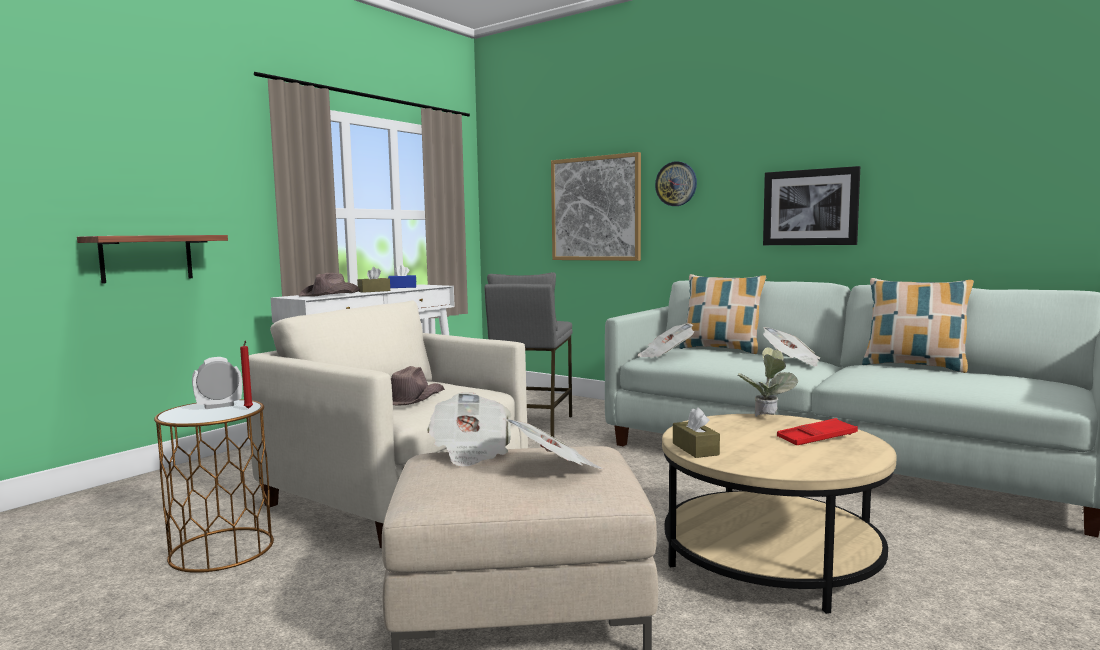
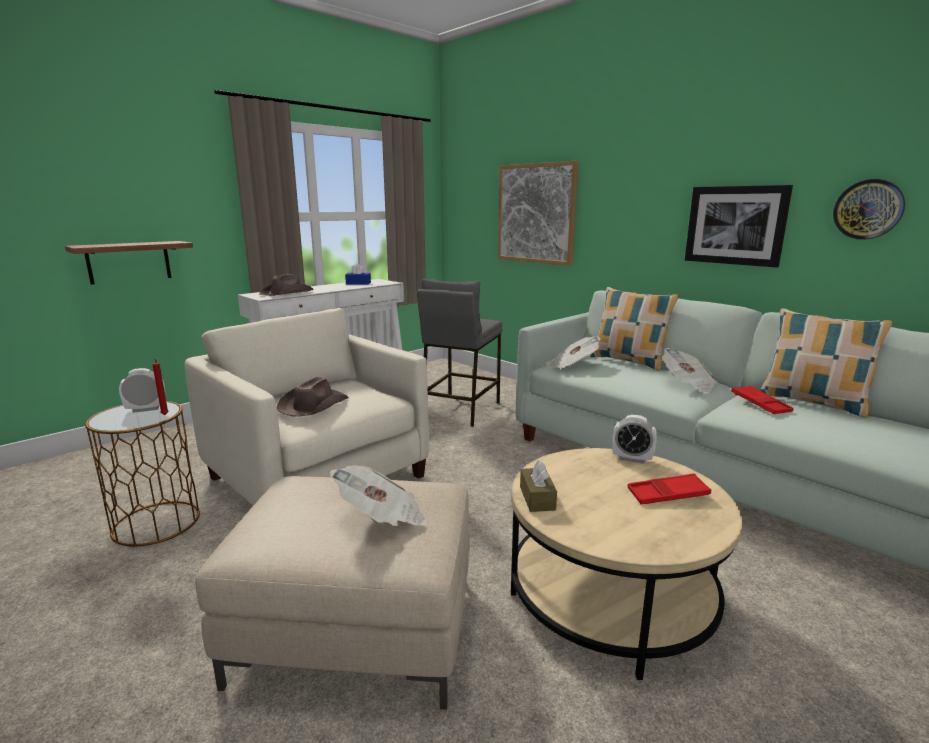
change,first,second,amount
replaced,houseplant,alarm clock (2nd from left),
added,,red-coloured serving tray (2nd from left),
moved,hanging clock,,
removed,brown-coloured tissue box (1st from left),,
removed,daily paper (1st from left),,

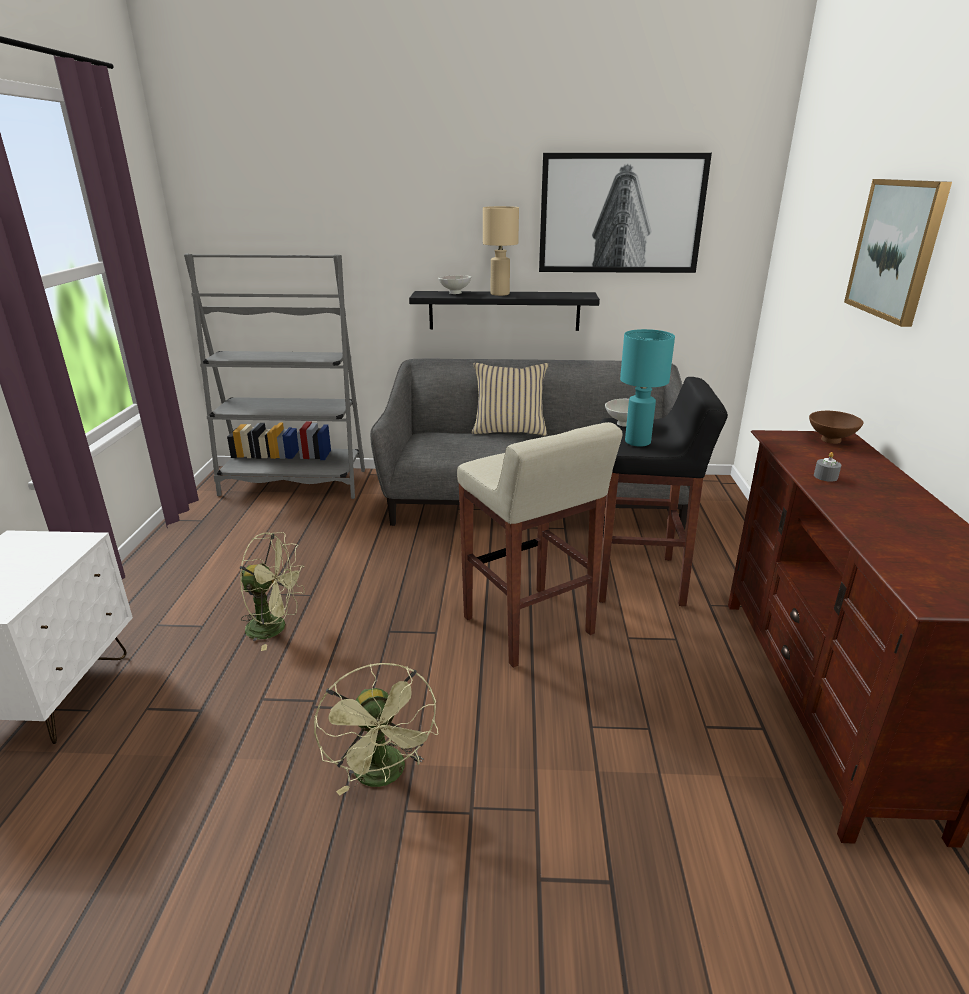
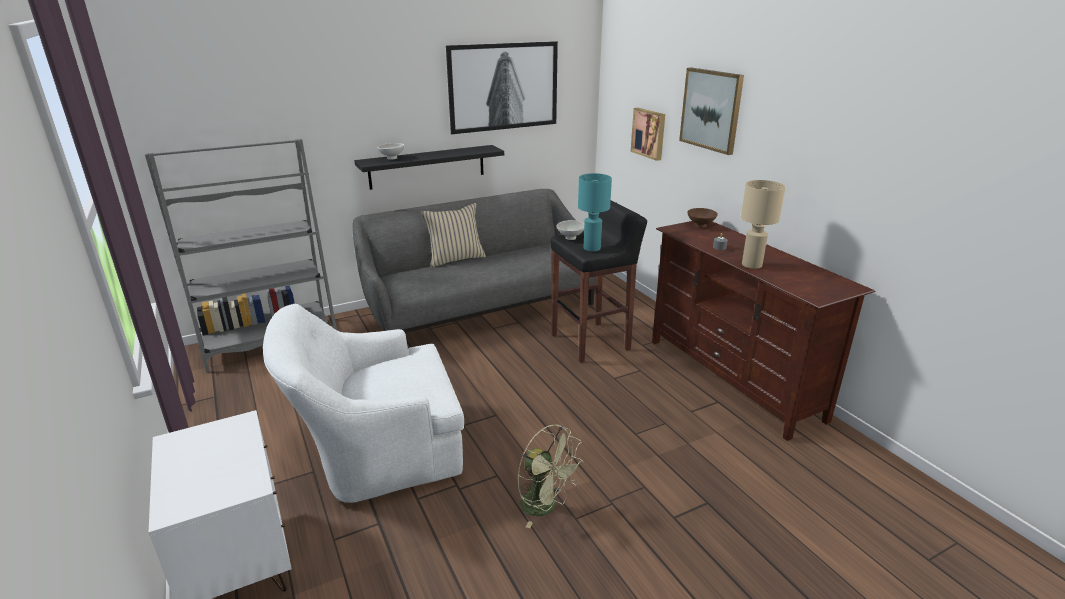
change,first,second,amount
replaced,green fan (1st from left),white-coloured armchair,
added,,wall picture (2nd from left),
moved,beige lamp for a table,,
removed,beige stool,,

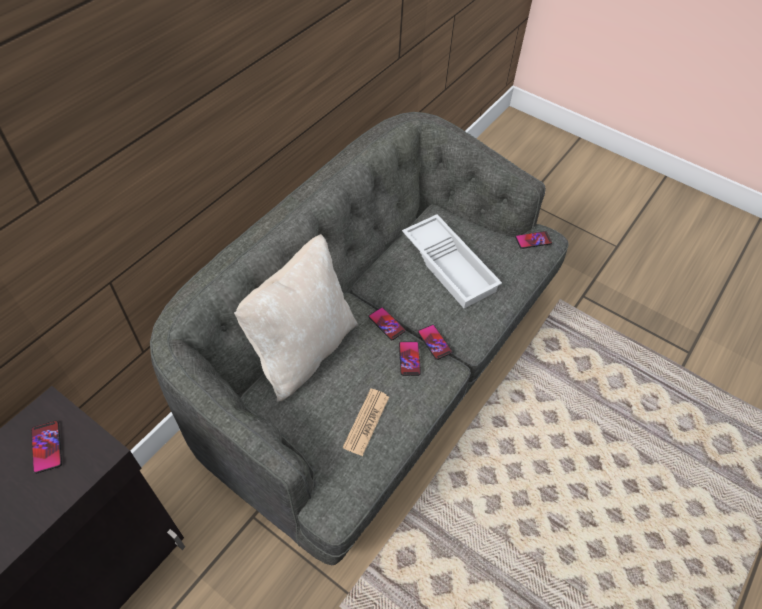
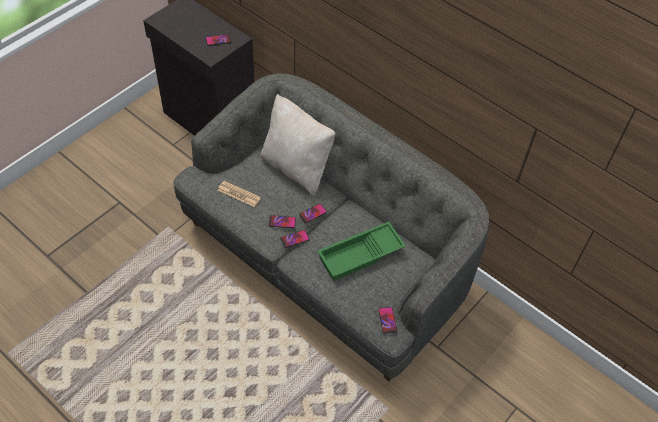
change,first,second,amount
recoloured,white-coloured serving tray,green serving tray,

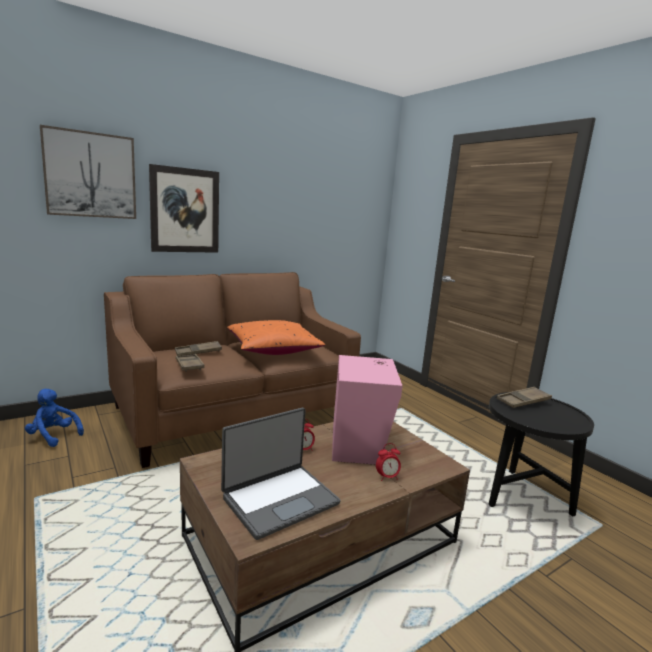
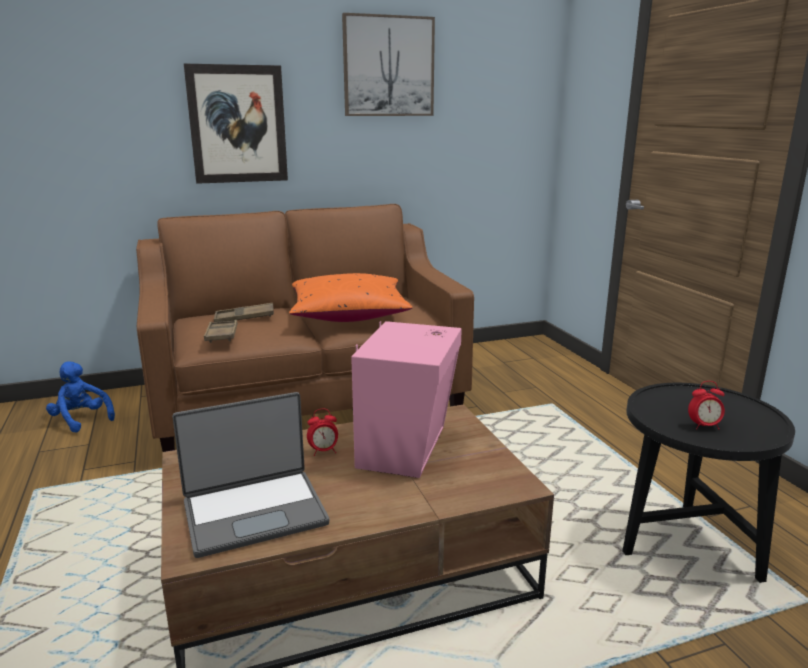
change,first,second,amount
moved,wall picture (1st from left in the first image),wall picture (2nd from left),
moved,alarm clock (2nd from left),,
removed,brown-coloured serving tray (3rd from left),,

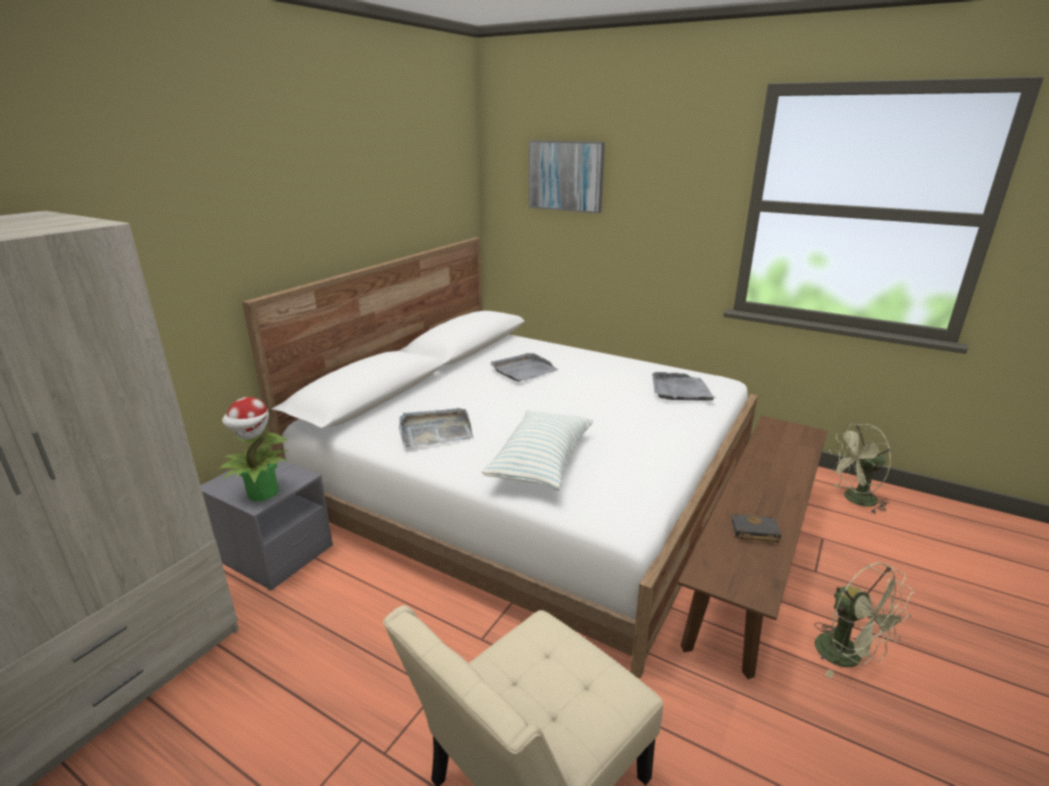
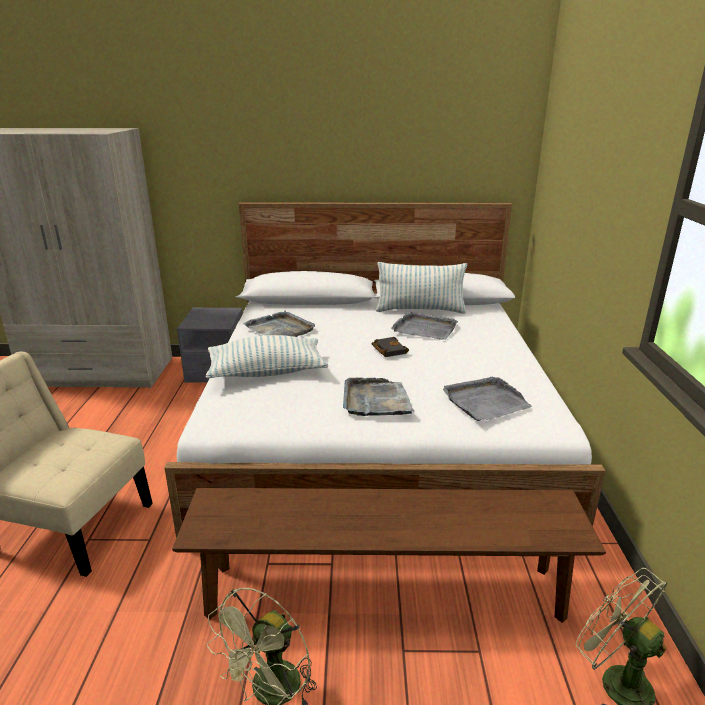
change,first,second,amount
added,,grey serving tray (2nd from left),
moved,black book,,
added,,throw pillow (2nd from left),
removed,houseplant,,
removed,wall picture,,

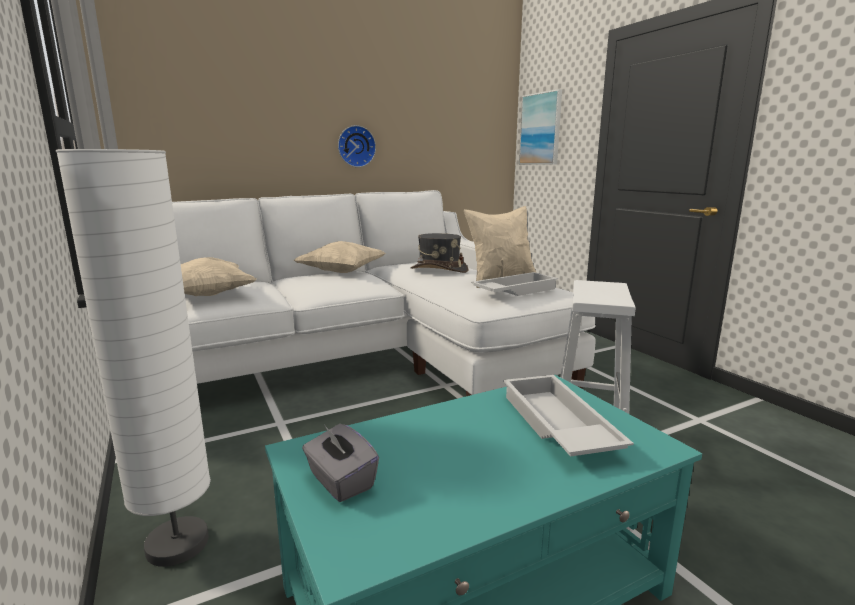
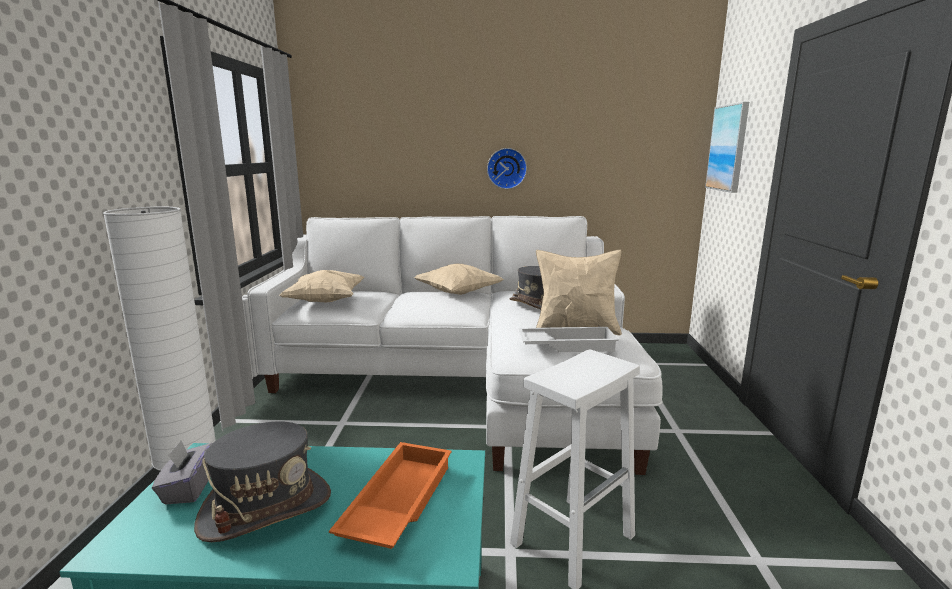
change,first,second,amount
added,,grey wearable hat (1st from left),
recoloured,white-coloured serving tray (2nd from left),orange serving tray,

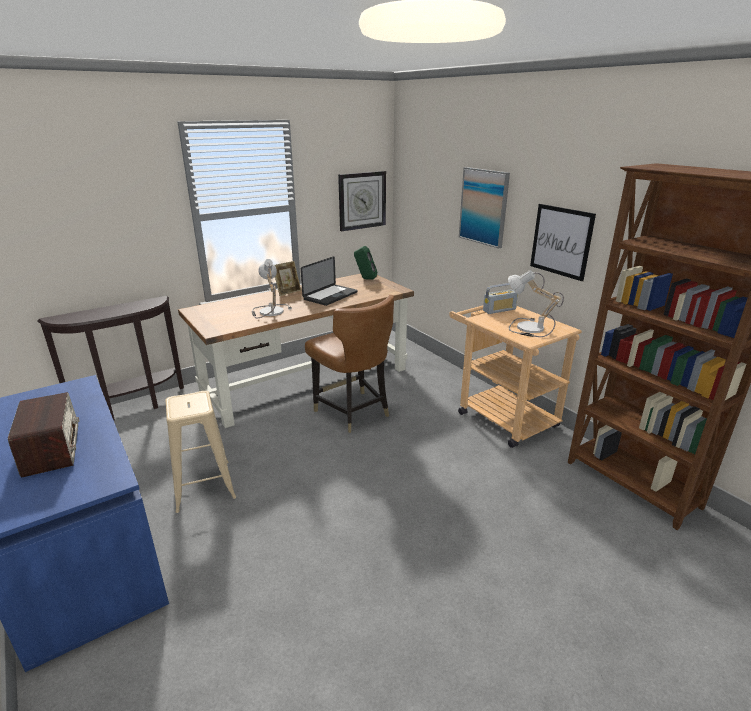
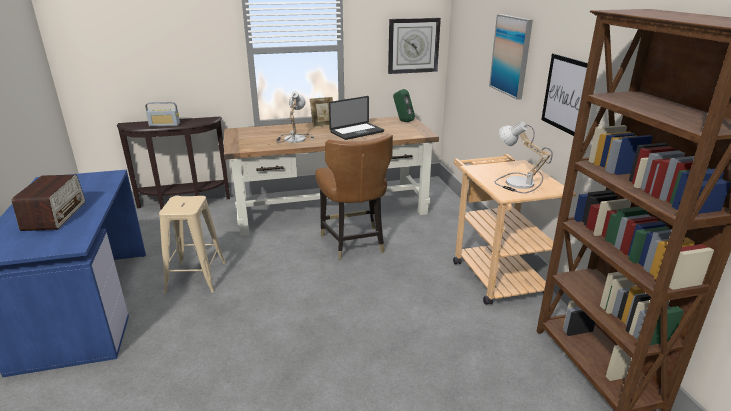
change,first,second,amount
moved,radio receiver (2nd from left),,

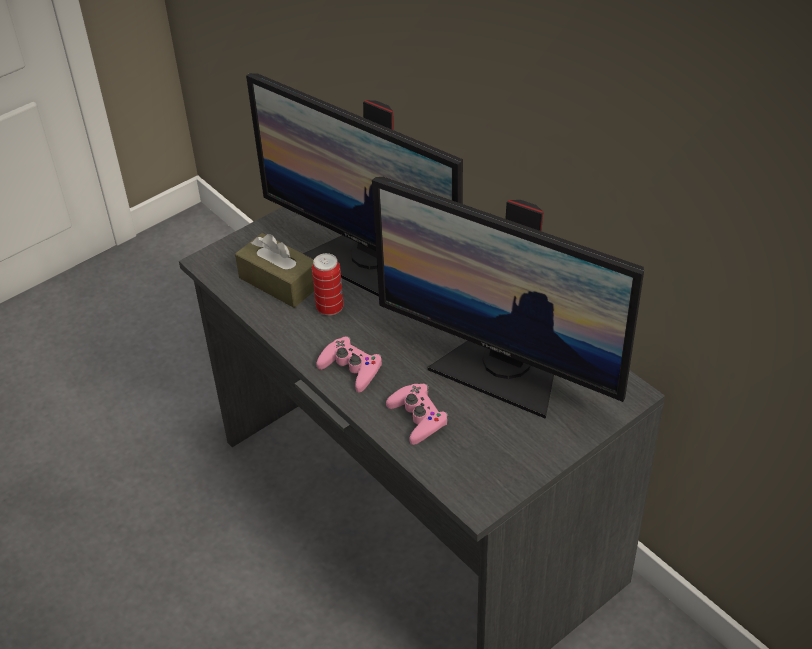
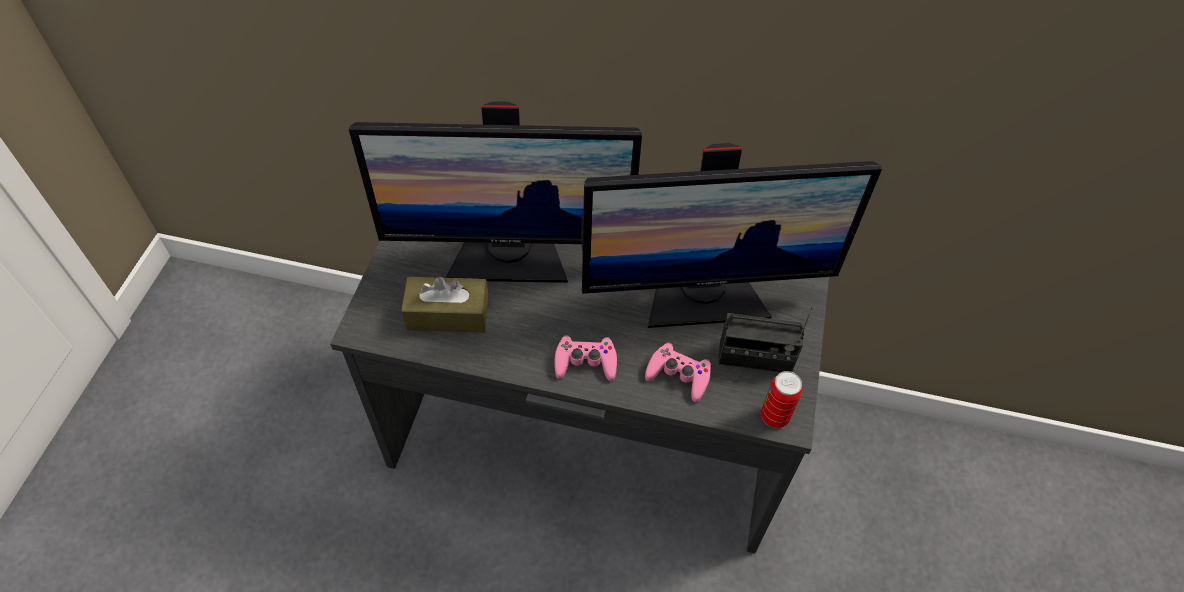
change,first,second,amount
added,,radio receiver,
moved,metal can,,

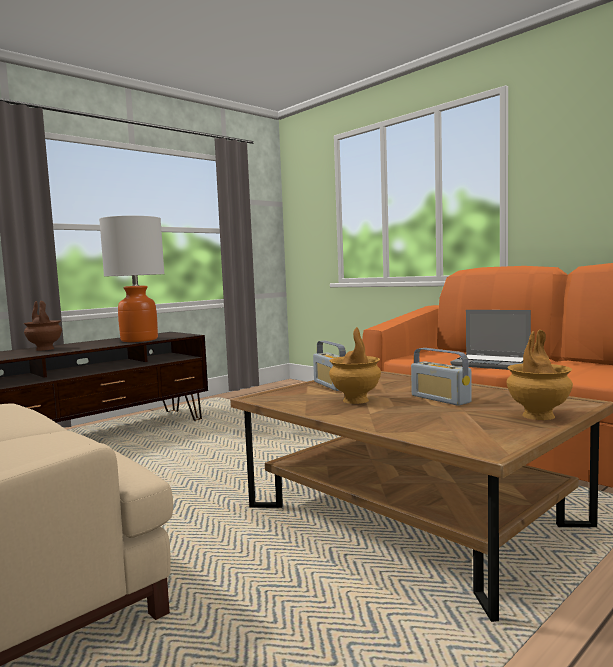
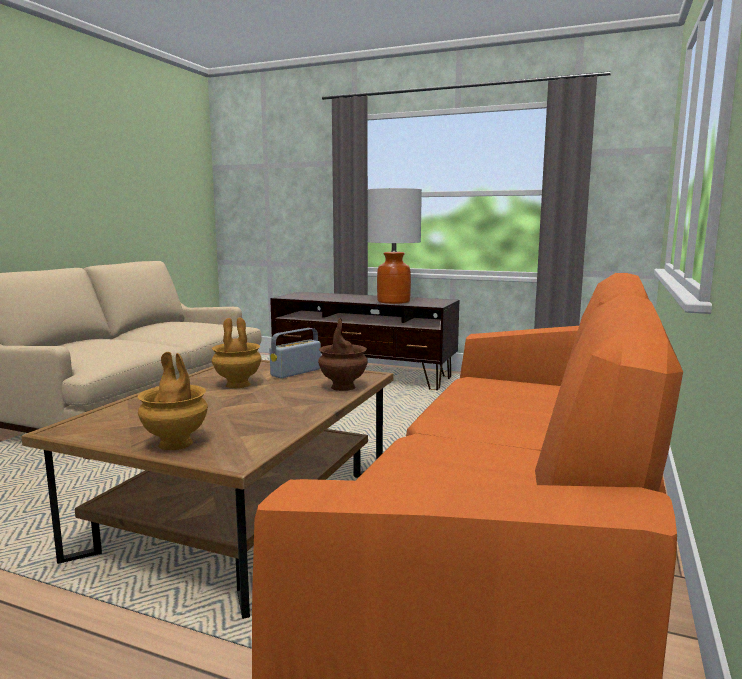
change,first,second,amount
moved,brown-coloured vase (1st from left in the first image),brown-coloured vase (3rd from left),
removed,radio receiver (2nd from left),,
removed,laptop,,

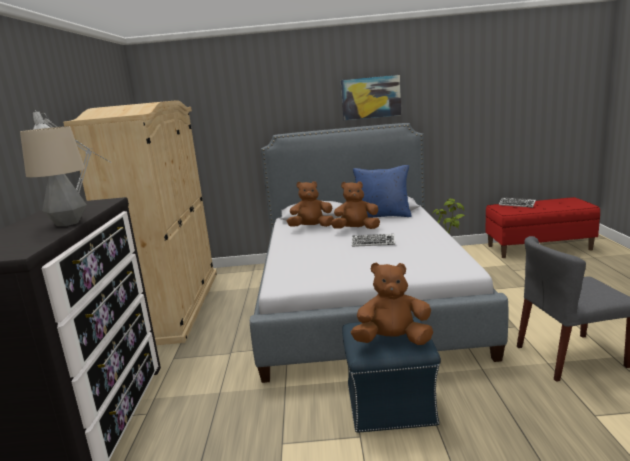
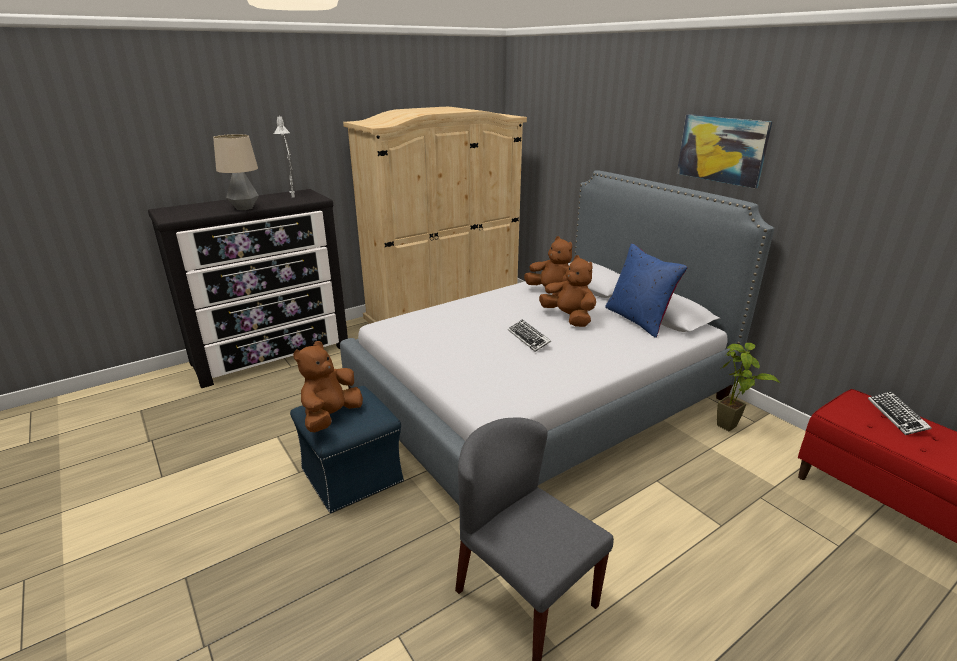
change,first,second,amount
turned,brown-coloured soft toy (3rd from left in the first image),brown-coloured soft toy (1st from left),120 degrees counterclockwise

